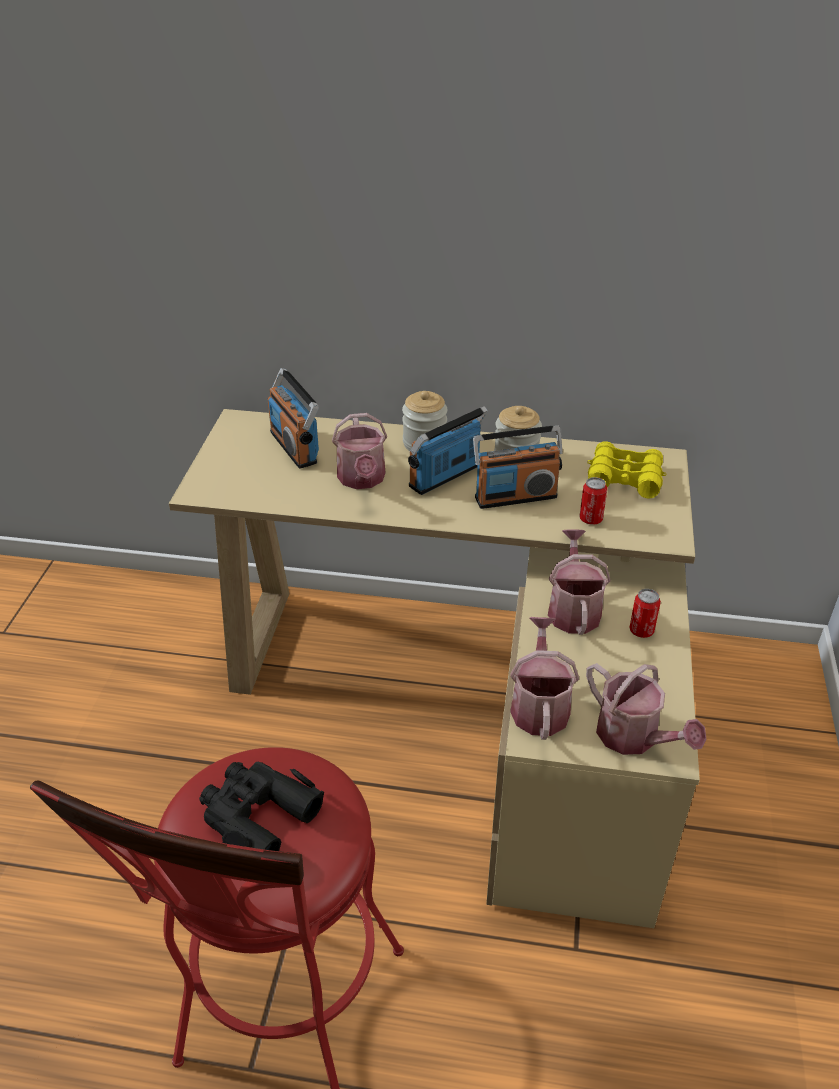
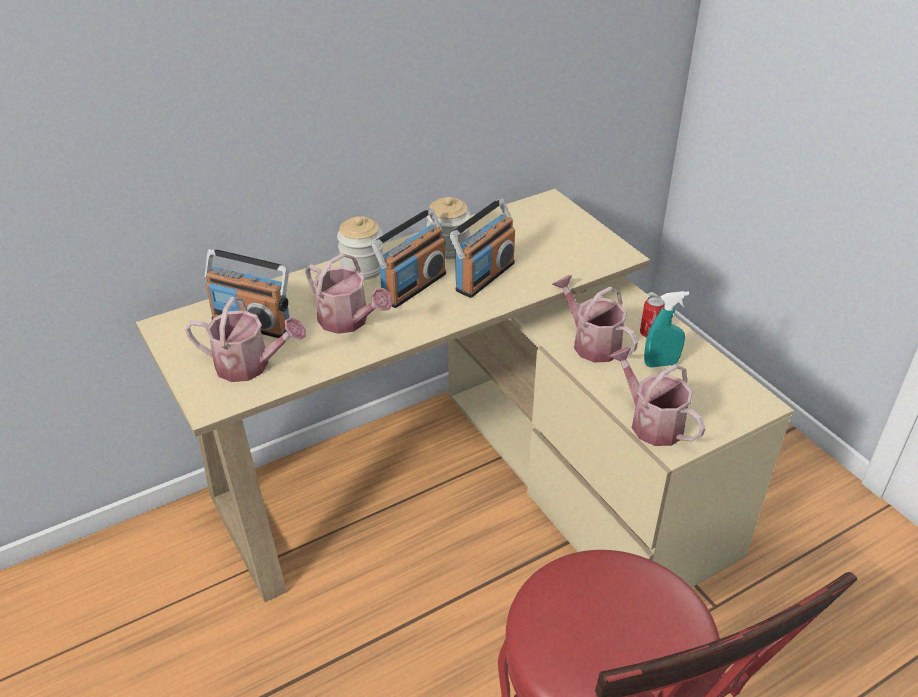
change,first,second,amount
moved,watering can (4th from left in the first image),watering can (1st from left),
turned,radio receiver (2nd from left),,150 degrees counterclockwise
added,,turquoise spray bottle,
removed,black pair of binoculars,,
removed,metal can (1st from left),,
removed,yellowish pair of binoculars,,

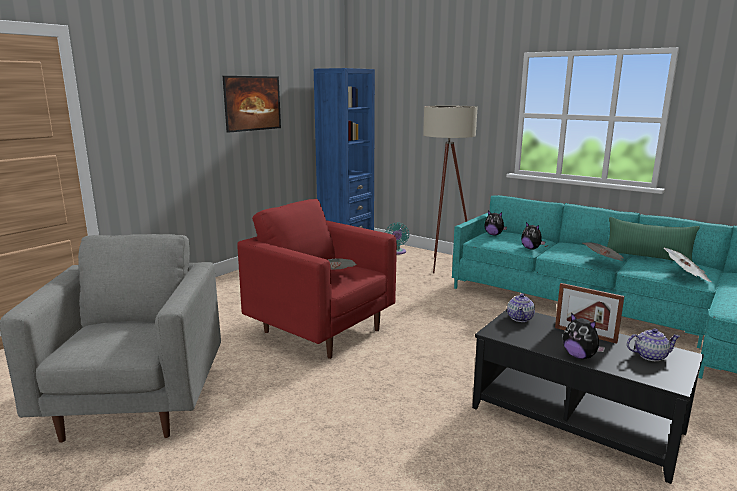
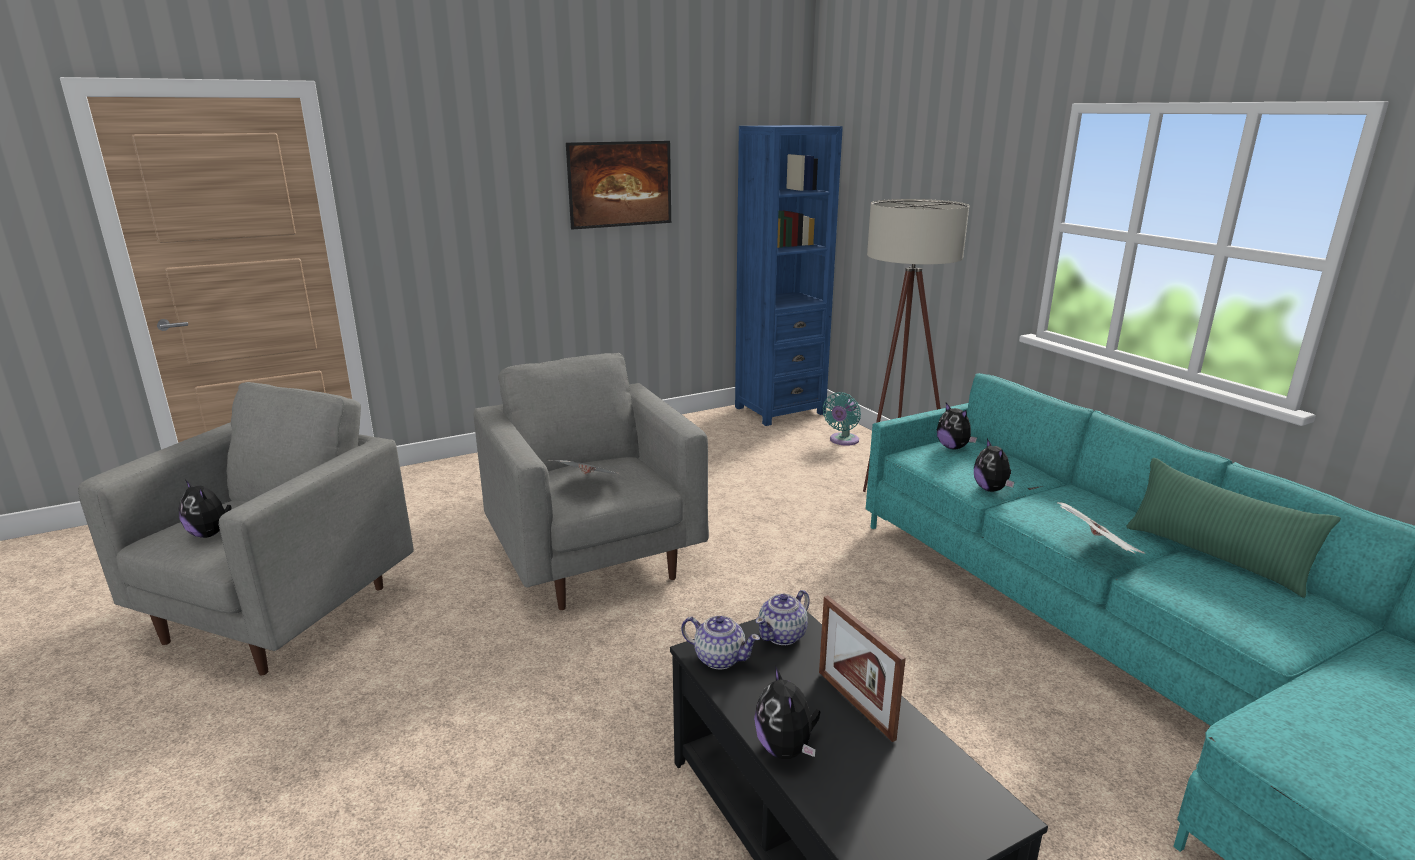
change,first,second,amount
added,,soft toy (1st from left),
recoloured,red-coloured armchair,grey armchair (2nd from left),
moved,teapot (2nd from left in the first image),teapot (1st from left),
removed,daily paper (3rd from left),,

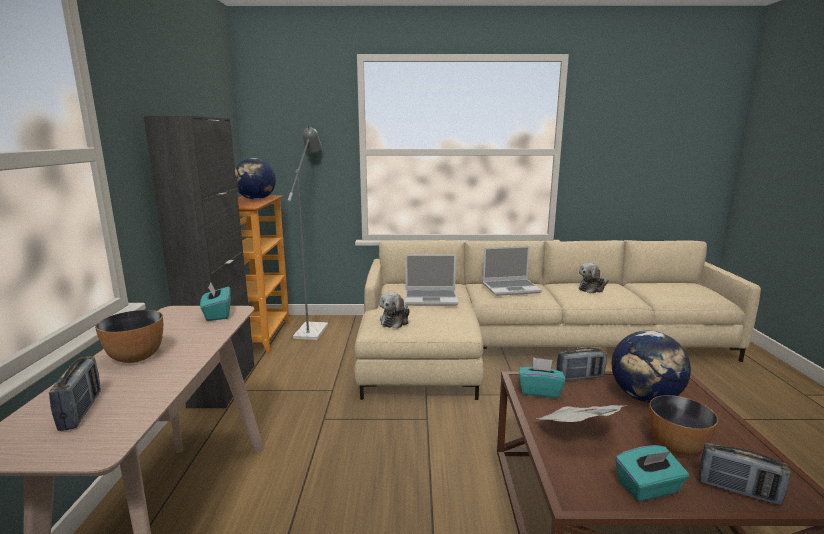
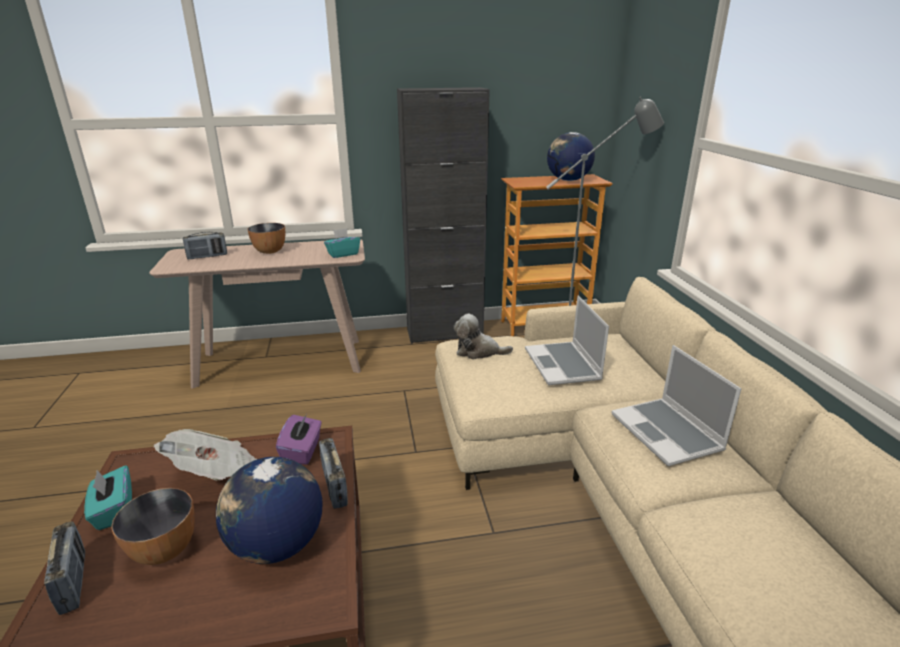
change,first,second,amount
turned,radio receiver (3rd from left in the first image),radio receiver (1st from left),135 degrees clockwise
recoloured,turquoise tissue box (2nd from left),purplish tissue box,
removed,soft toy (2nd from left),,

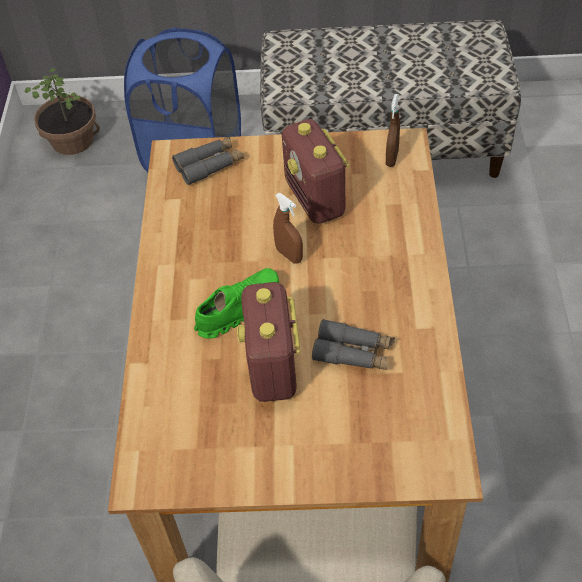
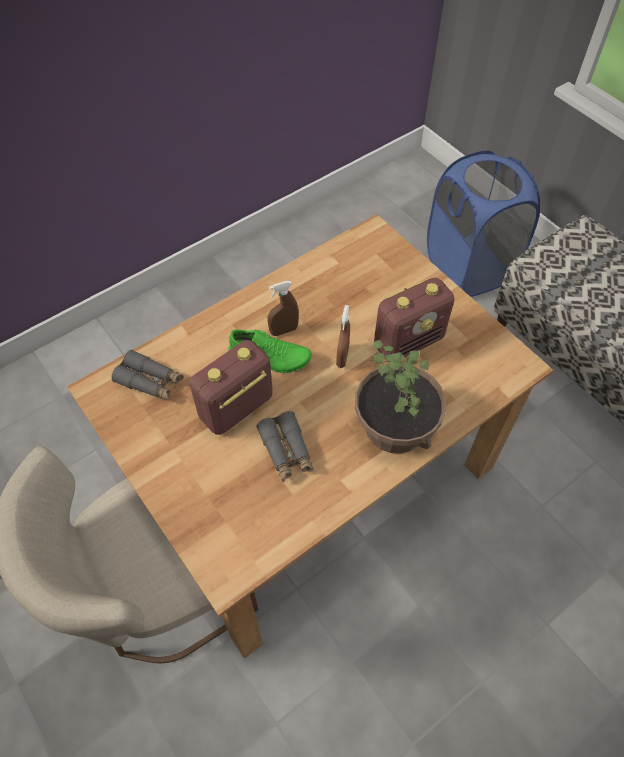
change,first,second,amount
moved,grey pair of binoculars (1st from left),,
moved,brown-coloured spray bottle (2nd from left in the first image),brown-coloured spray bottle (1st from left),
moved,houseplant,,
turned,radio receiver (2nd from left),,150 degrees counterclockwise

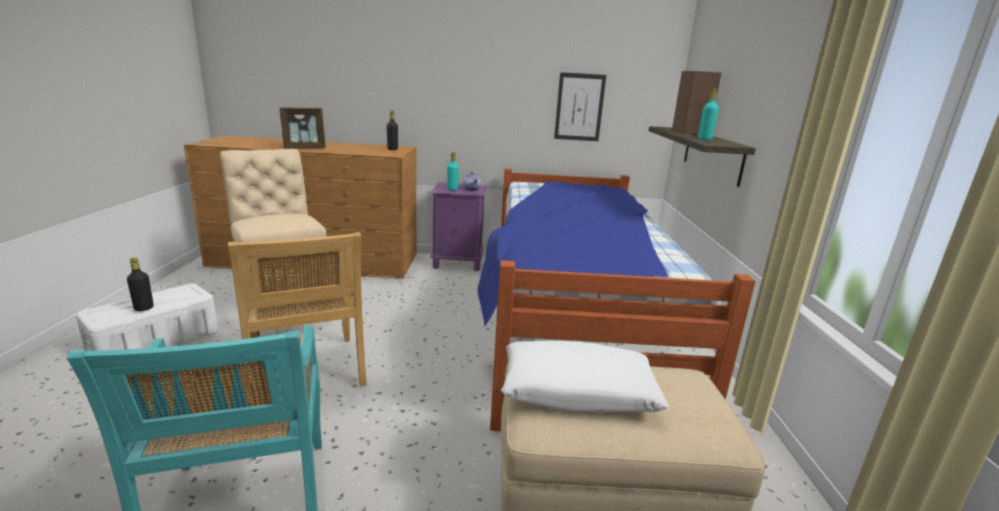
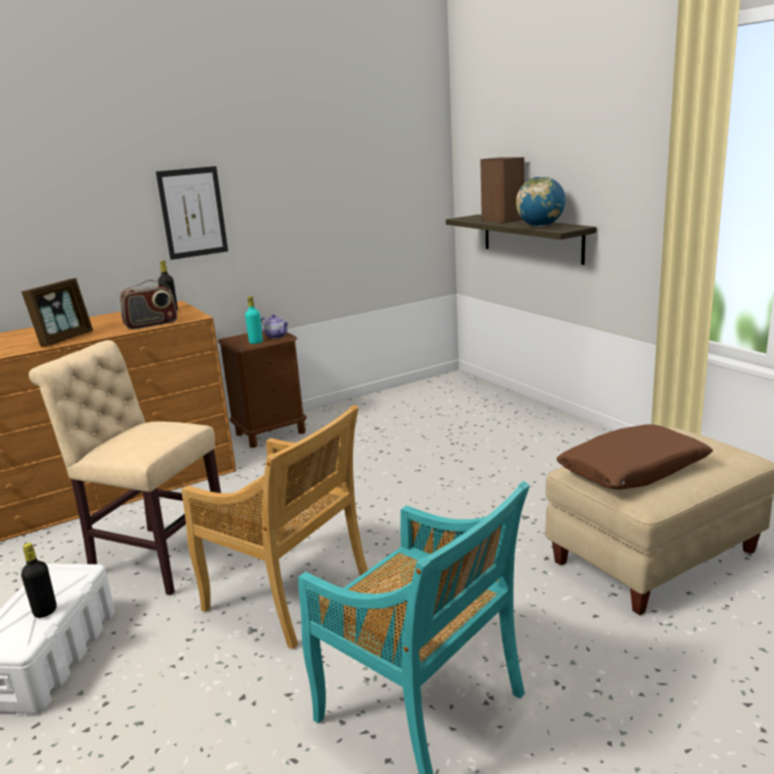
change,first,second,amount
added,,radio receiver,
moved,wall picture,,
recoloured,purplish nightstand,brown-coloured nightstand,
replaced,turquoise beverage bottle (2nd from left),world globe,
recoloured,white-coloured throw pillow,brown-coloured throw pillow,
removed,sleeping bed,,

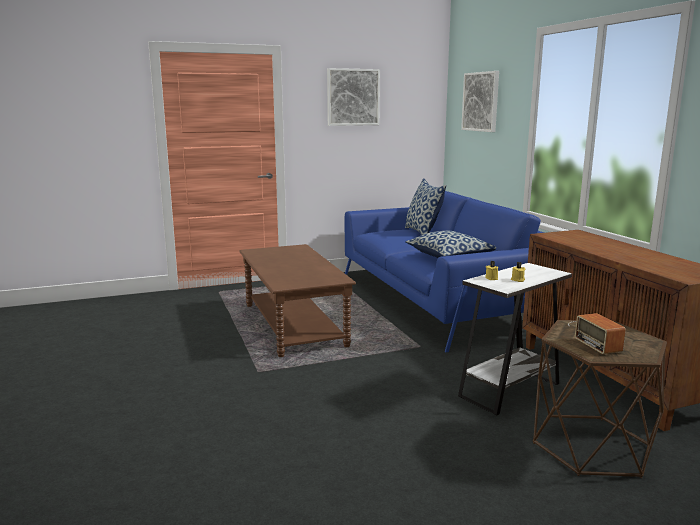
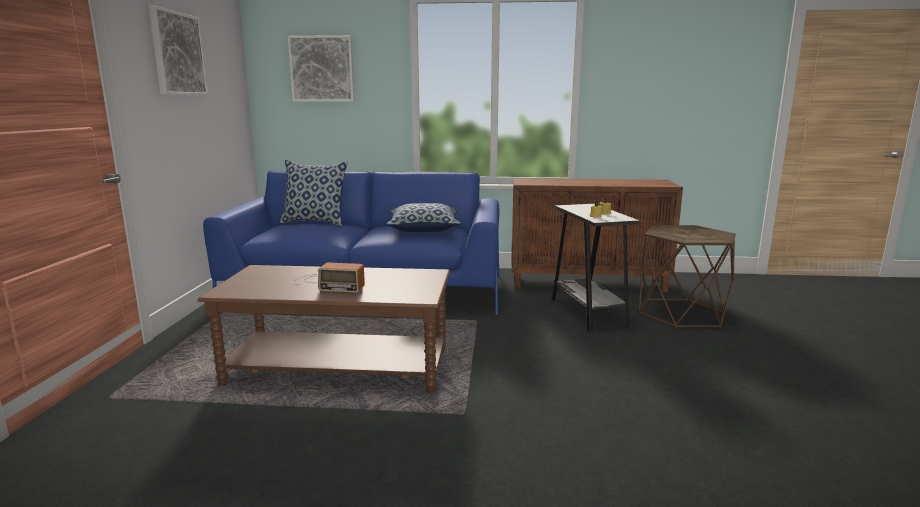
change,first,second,amount
moved,radio receiver,,

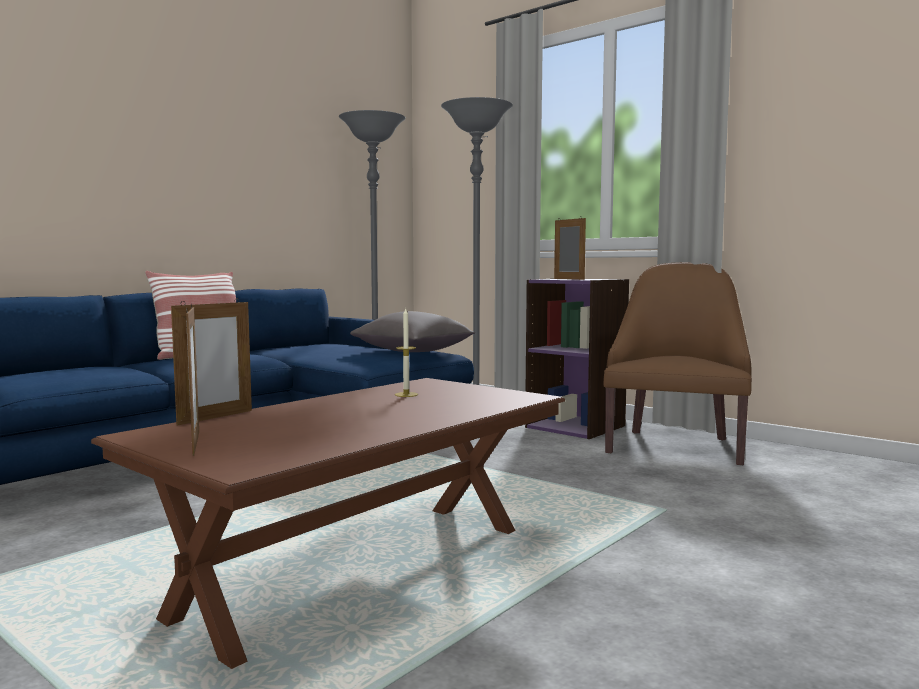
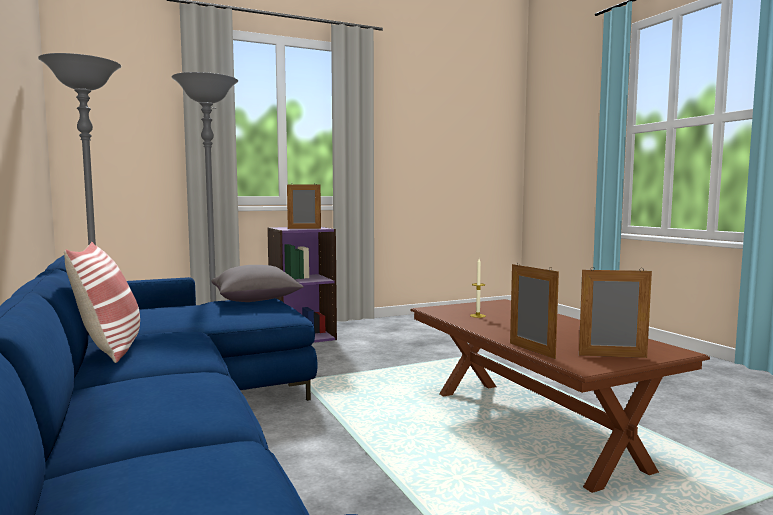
change,first,second,amount
removed,brown-coloured armchair,,

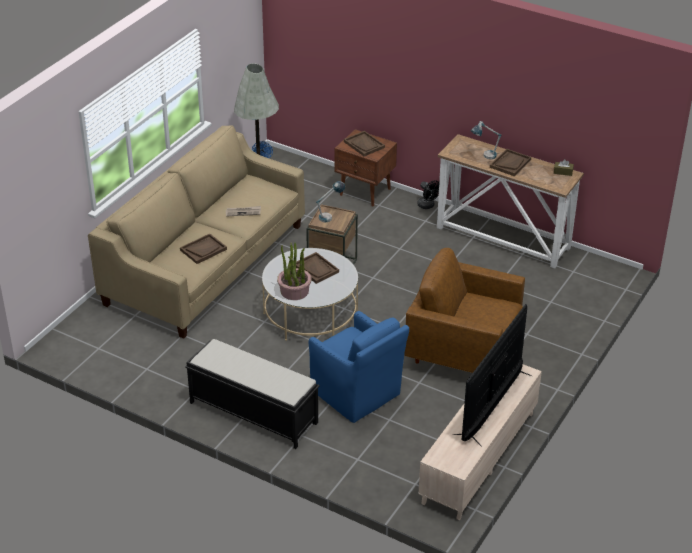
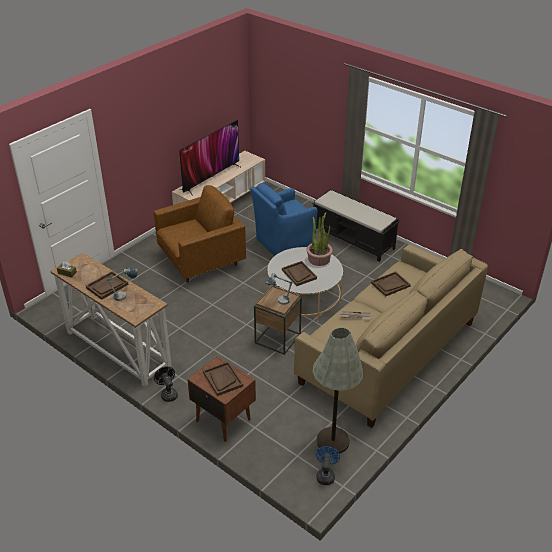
change,first,second,amount
turned,brown-coloured armchair,,60 degrees counterclockwise
turned,blue-coloured armchair,,90 degrees counterclockwise

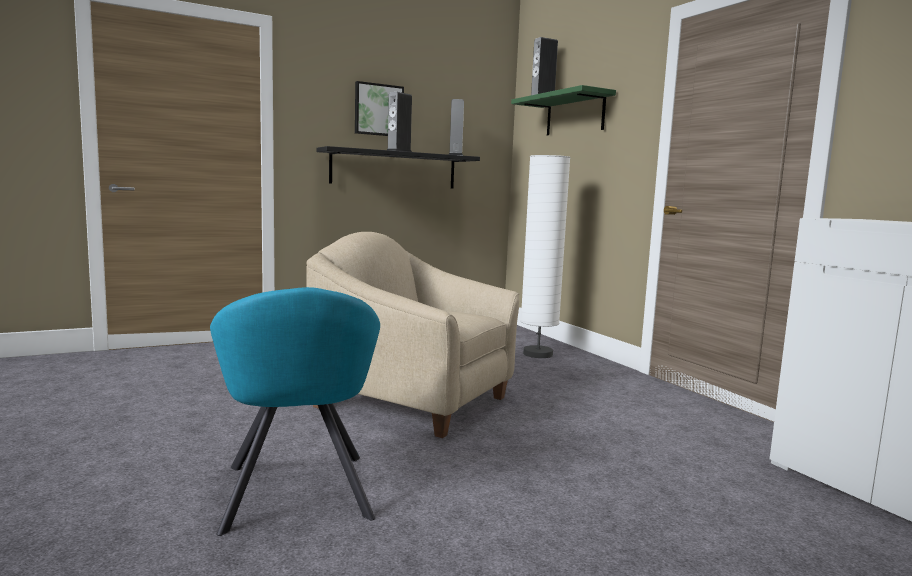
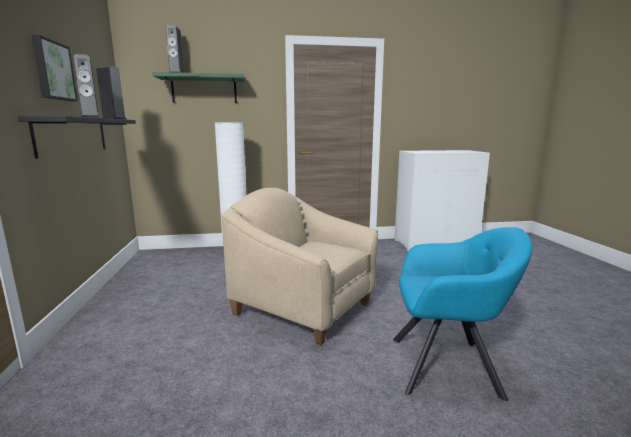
change,first,second,amount
turned,beige armchair,,75 degrees clockwise

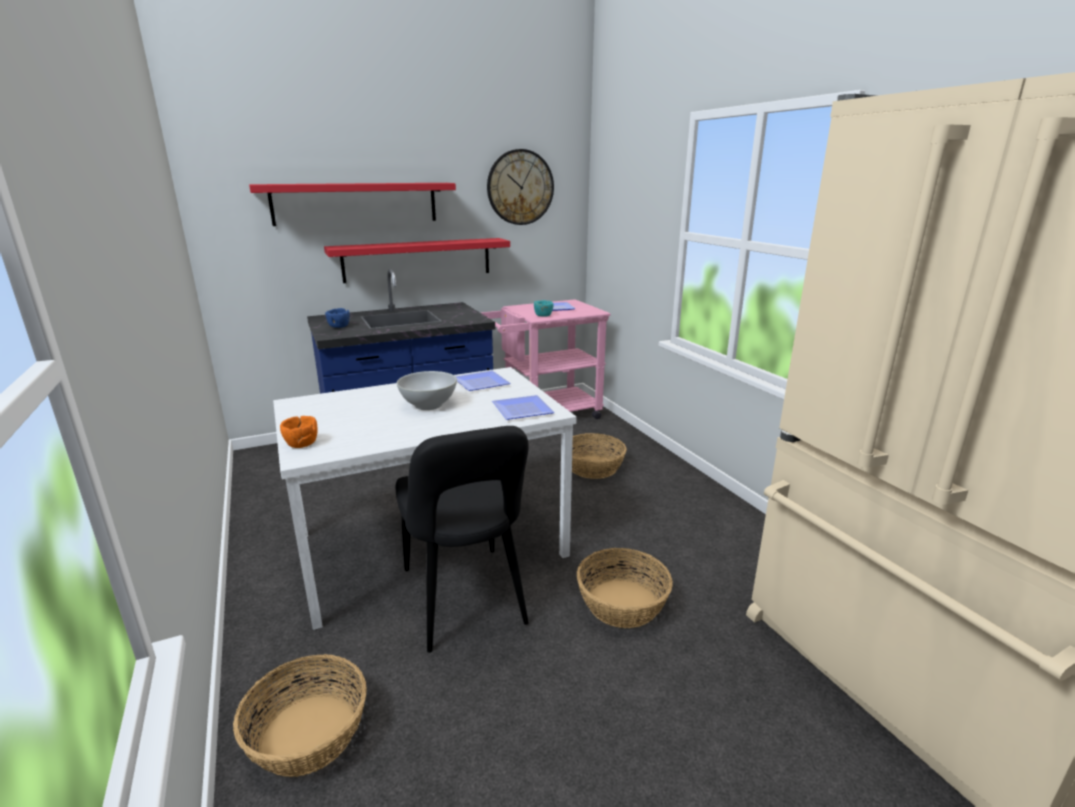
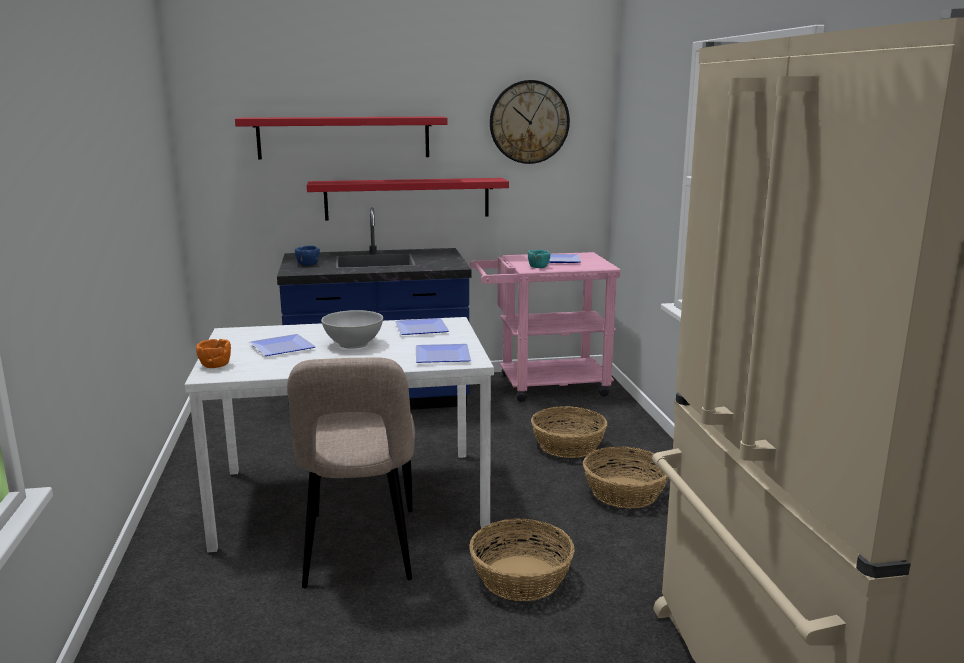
change,first,second,amount
added,,dinner plate (1st from left),
recoloured,black chair,beige chair,
moved,household basket (1st from left in the first image),household basket (3rd from left),

